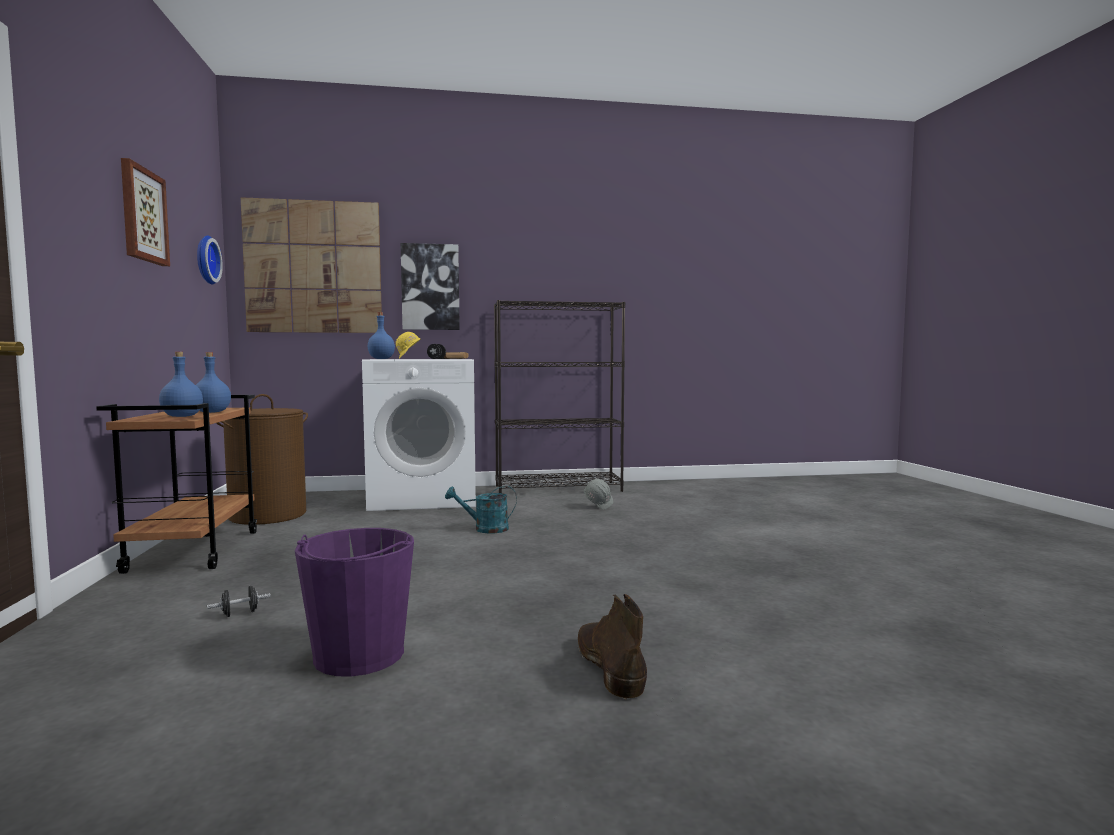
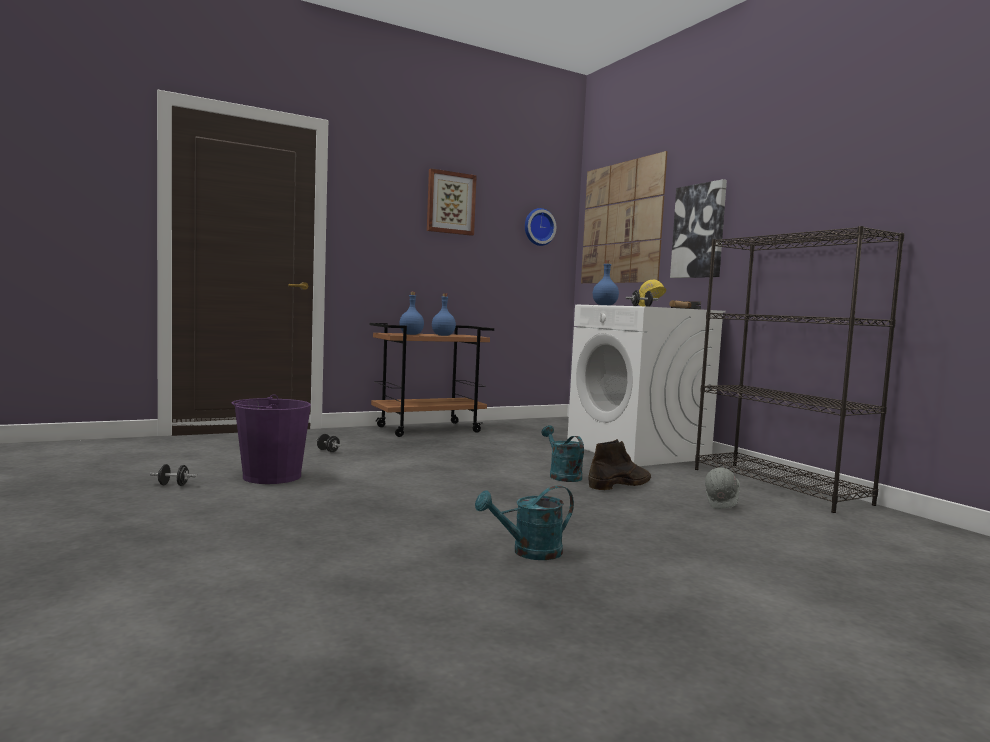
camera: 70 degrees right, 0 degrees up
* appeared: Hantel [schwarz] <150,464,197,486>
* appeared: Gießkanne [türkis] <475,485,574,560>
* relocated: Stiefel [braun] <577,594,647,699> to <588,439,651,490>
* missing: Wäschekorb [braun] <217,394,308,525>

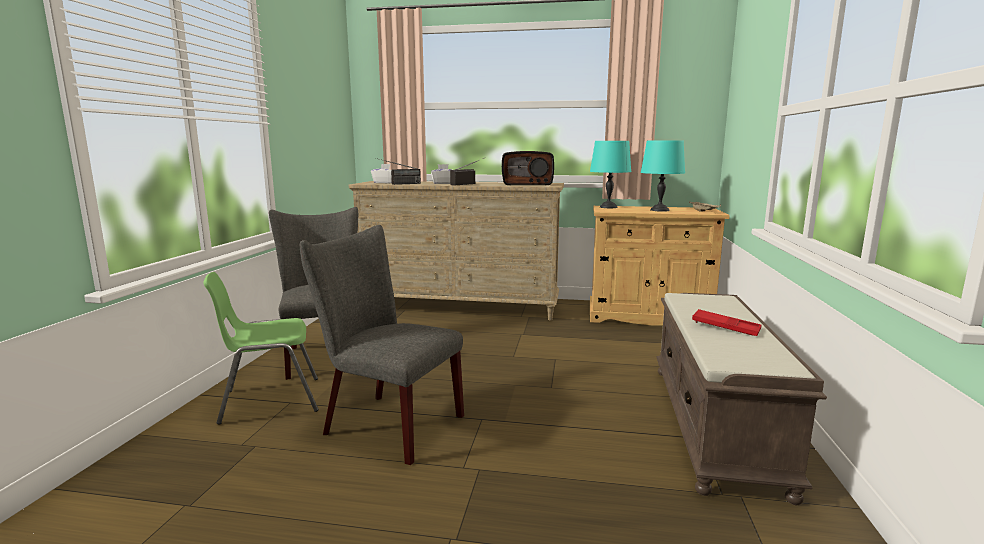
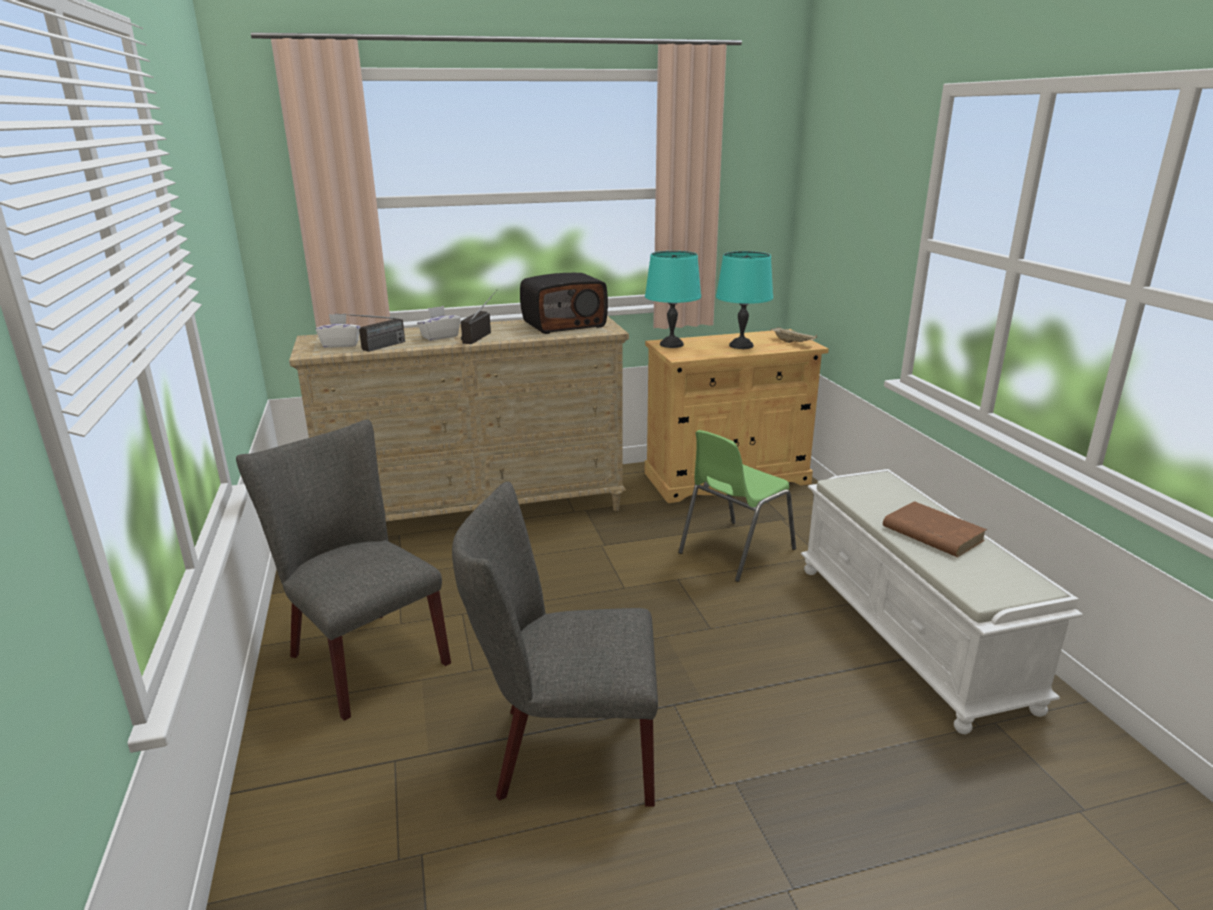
camera: 25 degrees left, 10 degrees up
* relocated: Stuhl [grün] <203,272,319,424> to <678,430,796,582>
* colour: Bank [braun] <656,293,827,505> to Bank [weiß] <801,469,1083,734>
* exchanged: Tablett [rot] <692,309,761,336> to Buch [braun] <883,501,987,557>

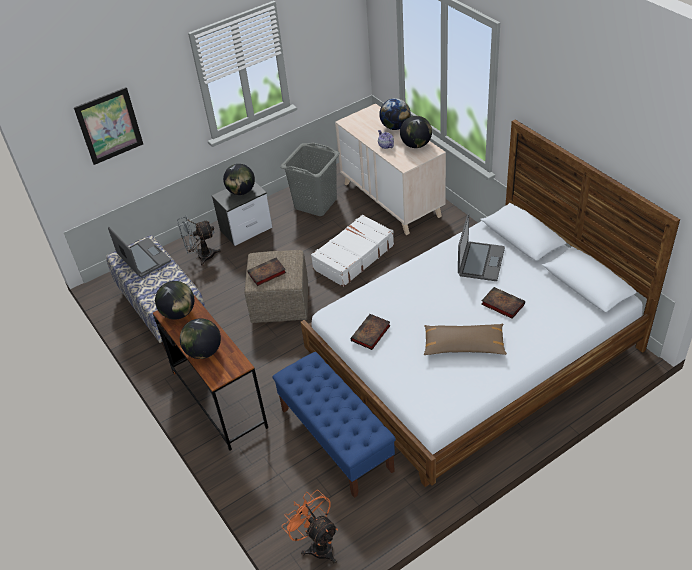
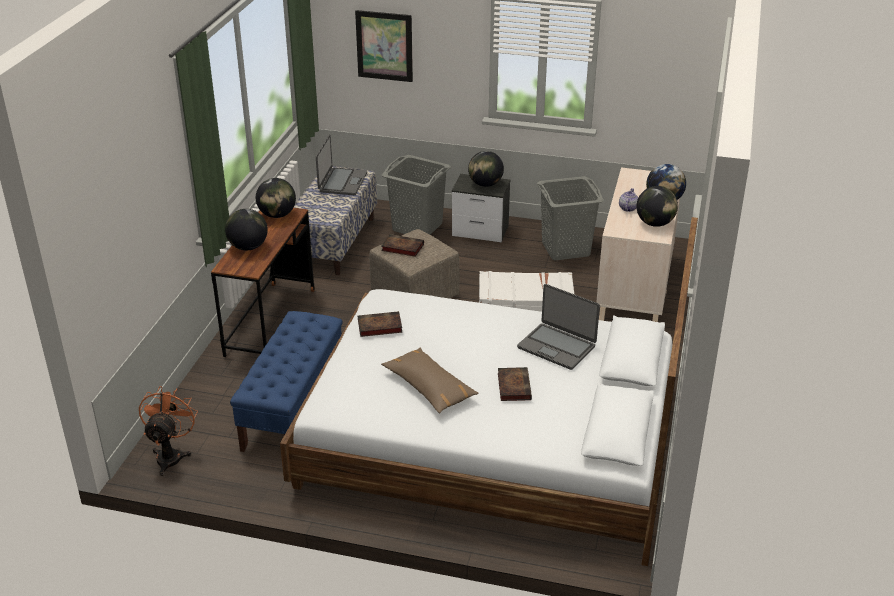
camera: 45 degrees right, 10 degrees down
* exchanged: Ventilator [grau] <177,216,221,266> to Wäschekorb [grau] <382,155,451,235>
* spun: Laptop <458,213,505,281> = <517,284,600,370> 60 degrees clockwise

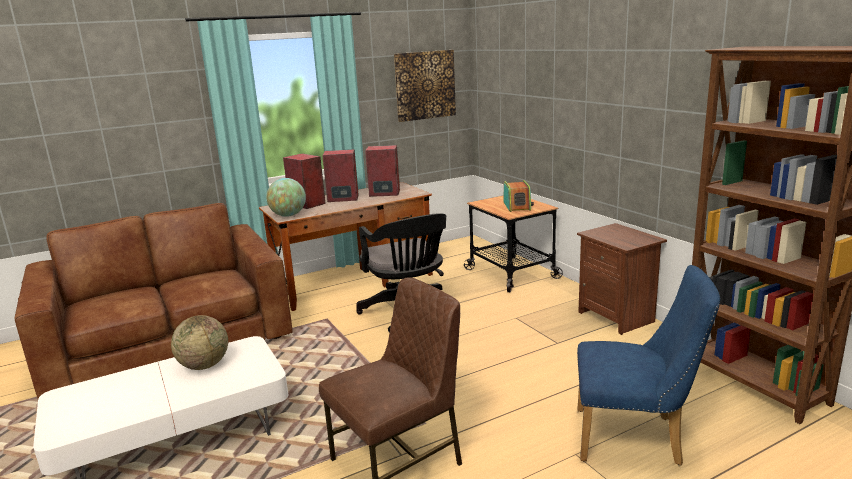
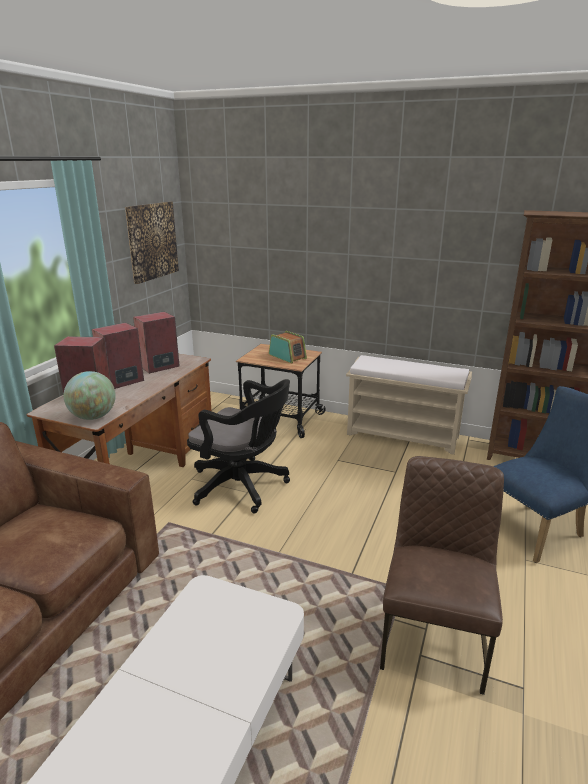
camera: 40 degrees left, 5 degrees up
* exchanged: Nachttisch [braun] <577,223,667,335> to Bank [beige] <346,355,472,455>
* missing: Globus <171,315,228,370>

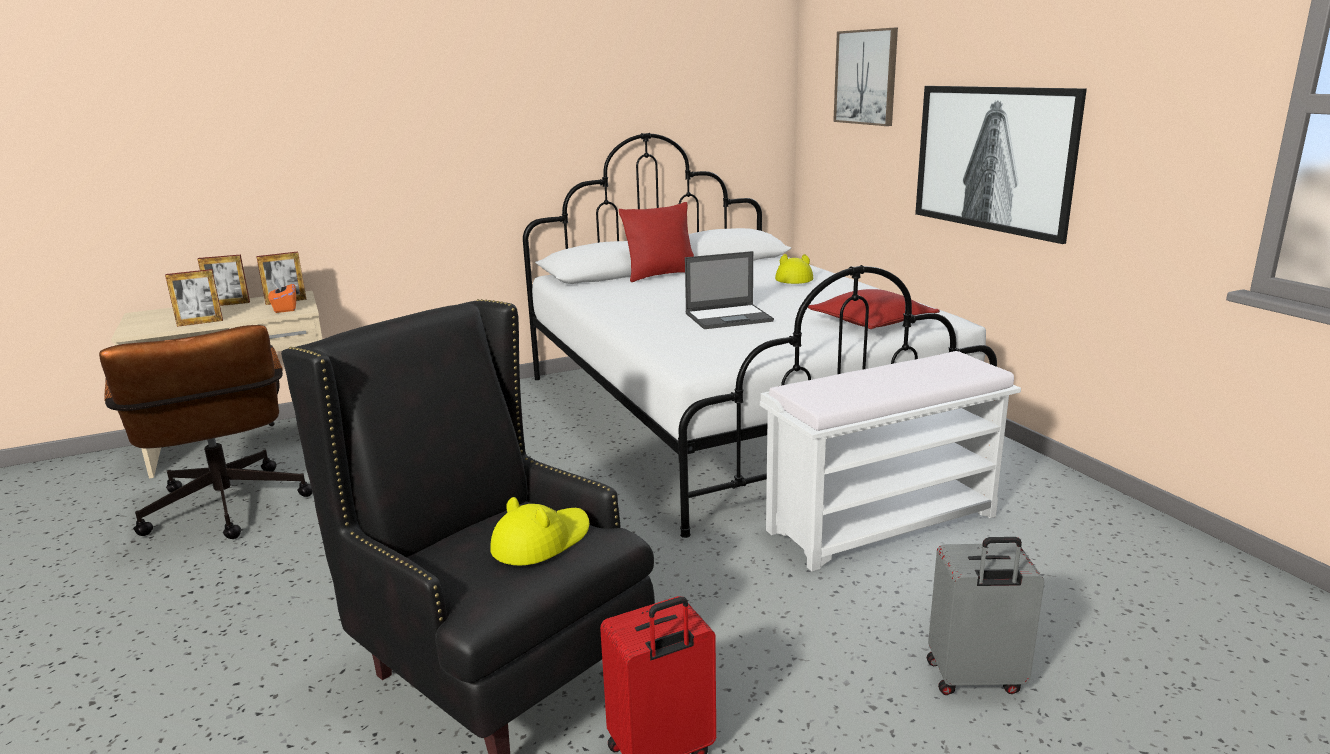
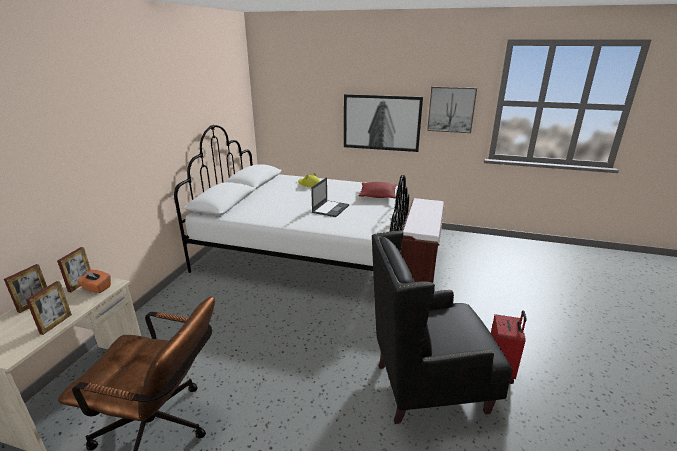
camera: 50 degrees left, 5 degrees up
* colour: Bank [weiß] <760,351,1021,572> to Bank [braun] <401,198,445,283>
* relocated: Bild <833,28,898,126> to <427,87,477,133>
* missing: Hut [gelb] <490,497,589,566>
* missing: Kissen [rot] <619,202,694,282>
* missing: Koffer [grau] <927,537,1044,695>

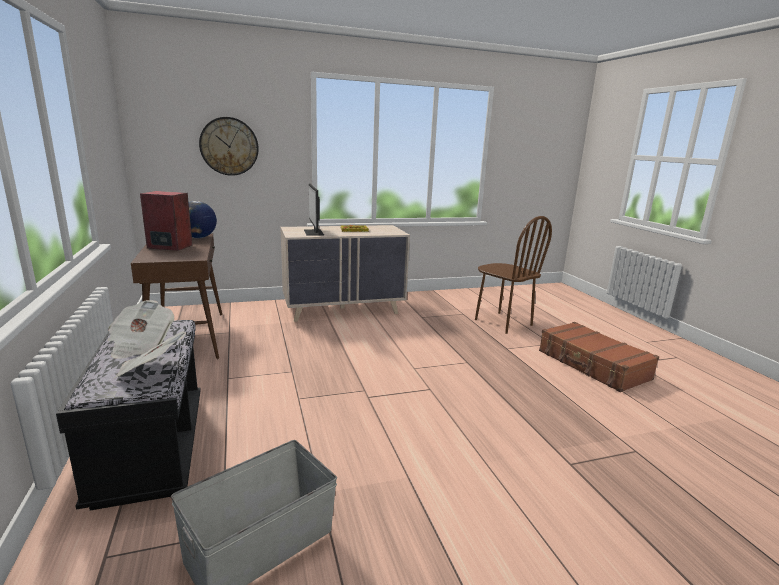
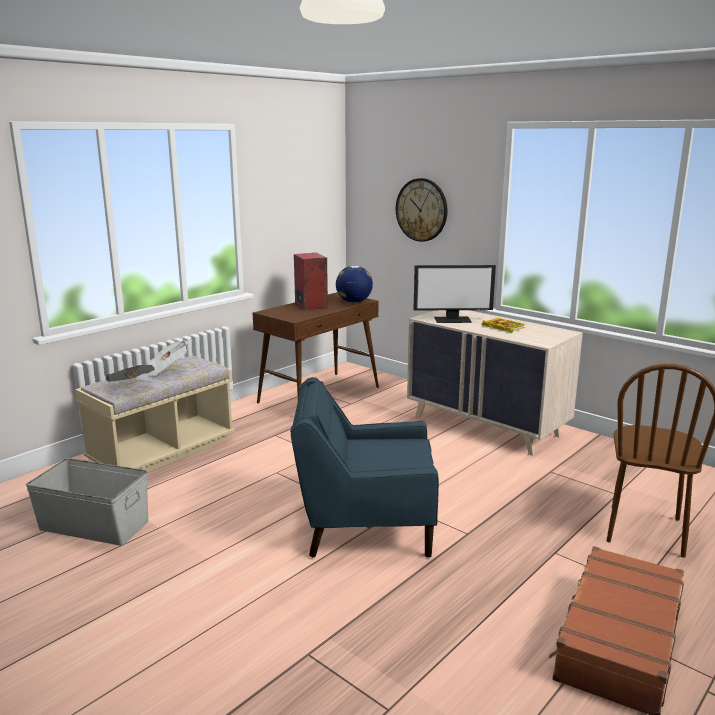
camera: 60 degrees right, 0 degrees up
* colour: Bank [schwarz] <56,320,201,511> to Bank [beige] <75,356,235,472>
* appeared: Sessel [blau] <290,377,439,558>
* spun: Monitor <304,184,324,236> = <413,265,496,323> 135 degrees counterclockwise

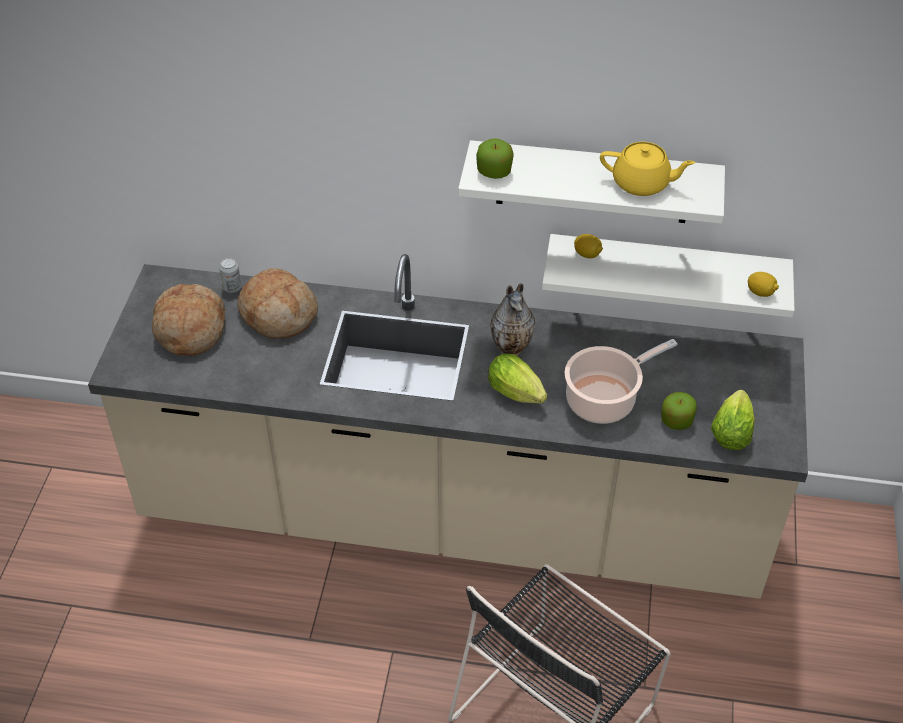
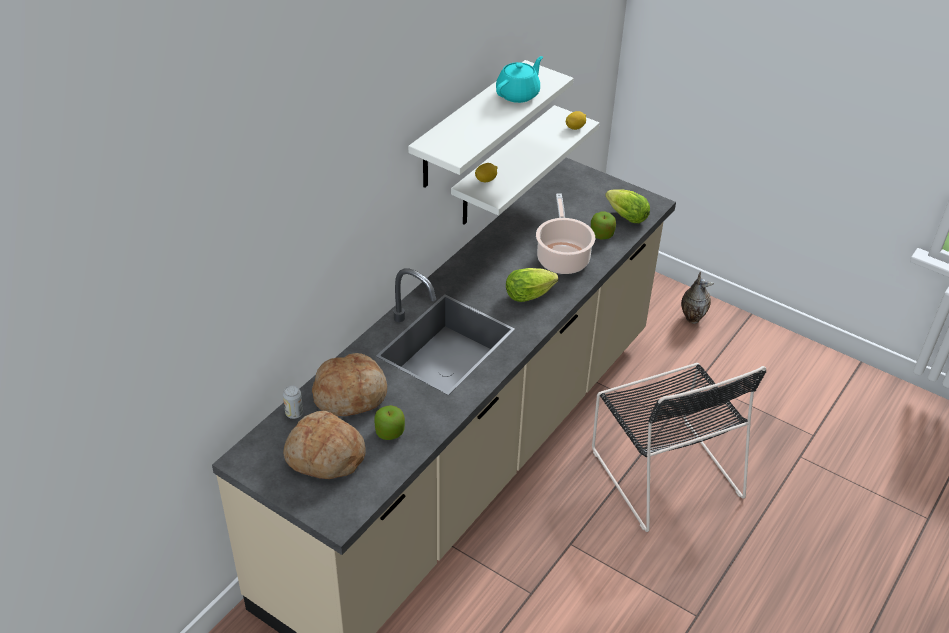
camera: 65 degrees left, 5 degrees down
* relocated: Apfel <476,138,514,179> to <374,405,405,440>
* colour: Teekanne [gelb] <600,142,695,196> to Teekanne [türkis] <496,56,543,103>
* relocated: Vase <490,283,535,356> to <681,272,714,324>

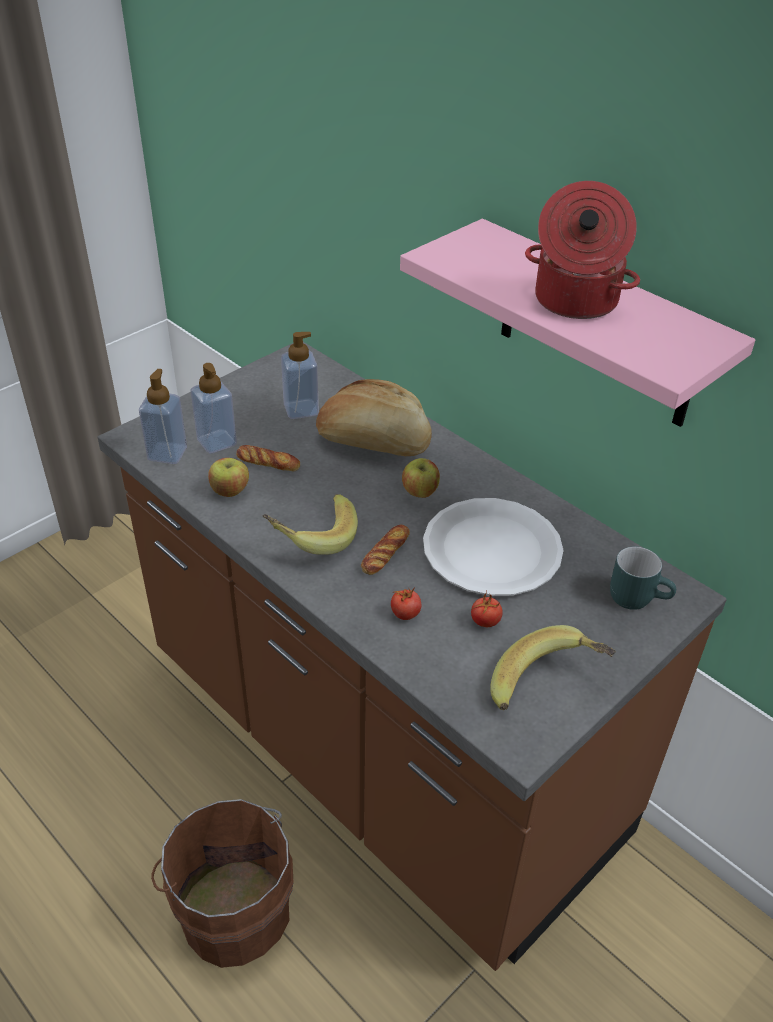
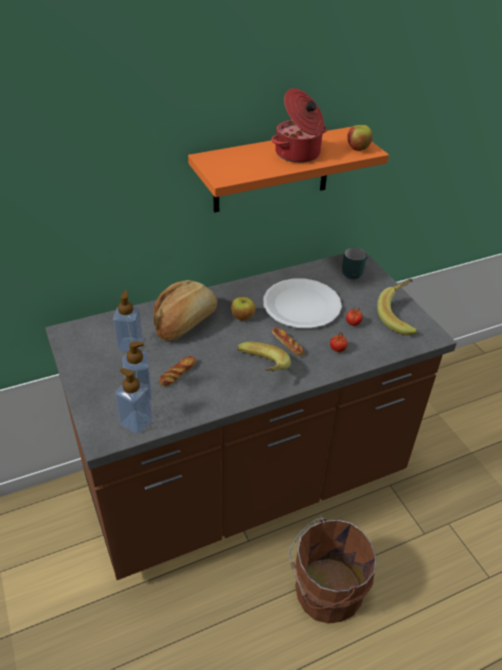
camera: 70 degrees left, 0 degrees up
* colour: Wandregal [rosa] <400,219,755,427> to Wandregal [orange] <188,127,389,213>
* relocated: Apfel <208,458,249,497> to <347,125,373,151>

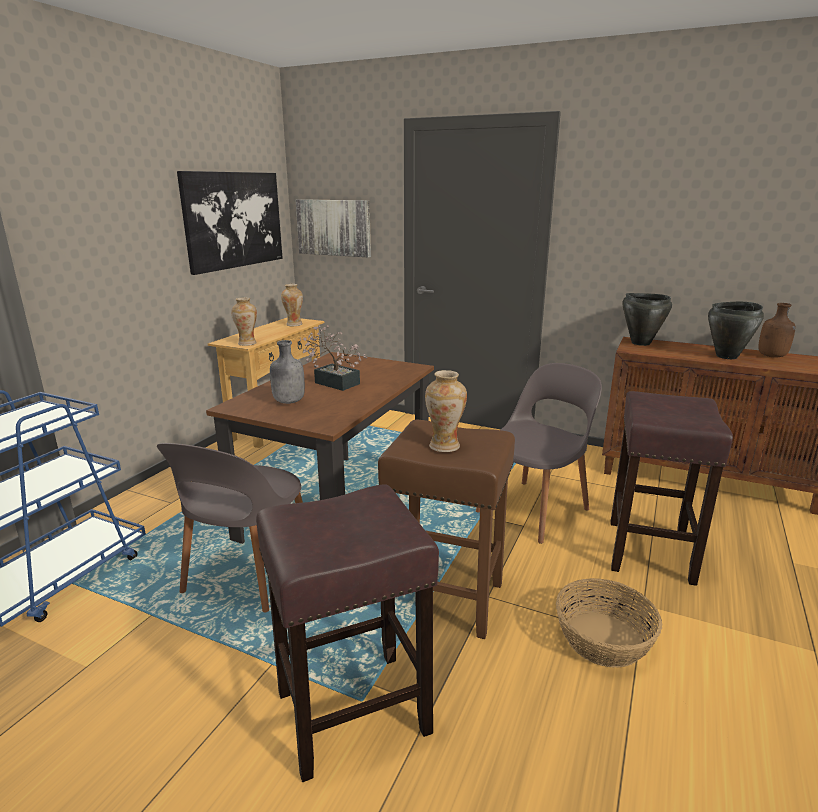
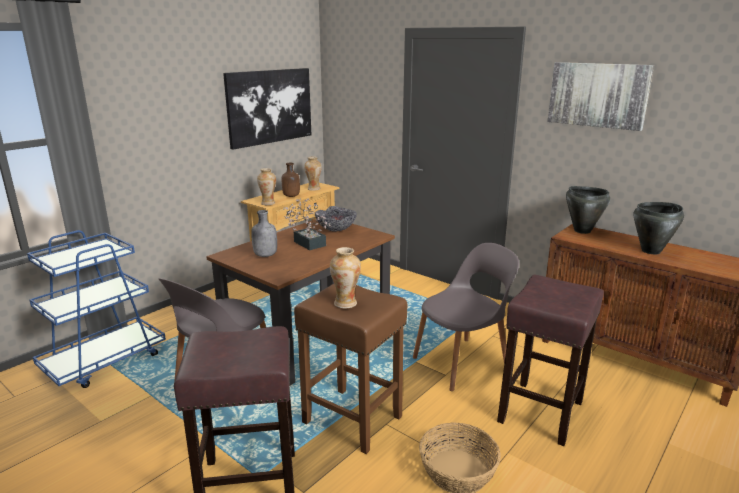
camera: 15 degrees right, 0 degrees up
* relocated: Flasche [braun] <758,303,795,358> to <282,163,300,197>
* appeared: Schüssel <315,206,357,232>
* relocated: Bild <296,199,371,257> to <547,62,654,131>

